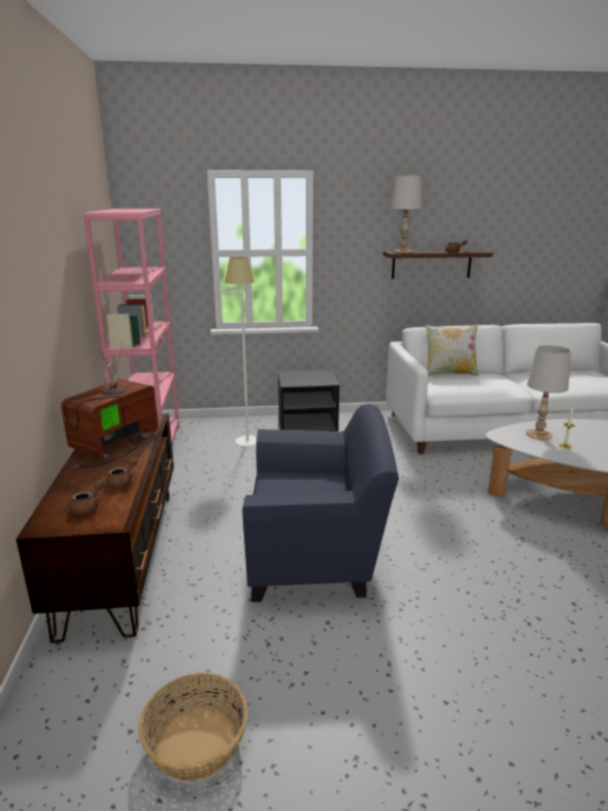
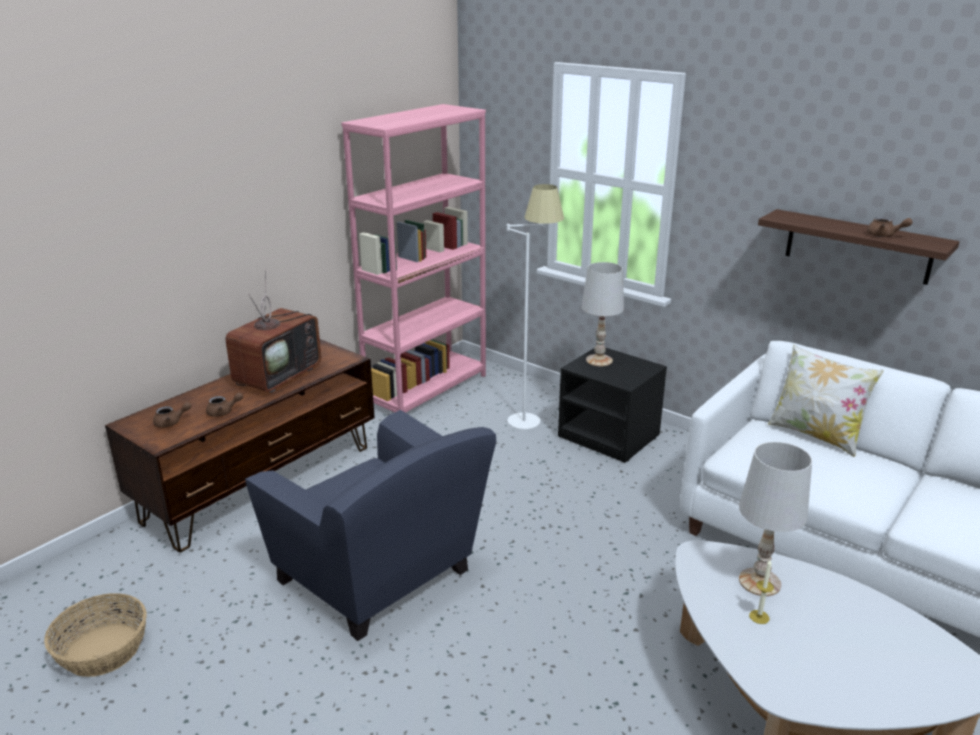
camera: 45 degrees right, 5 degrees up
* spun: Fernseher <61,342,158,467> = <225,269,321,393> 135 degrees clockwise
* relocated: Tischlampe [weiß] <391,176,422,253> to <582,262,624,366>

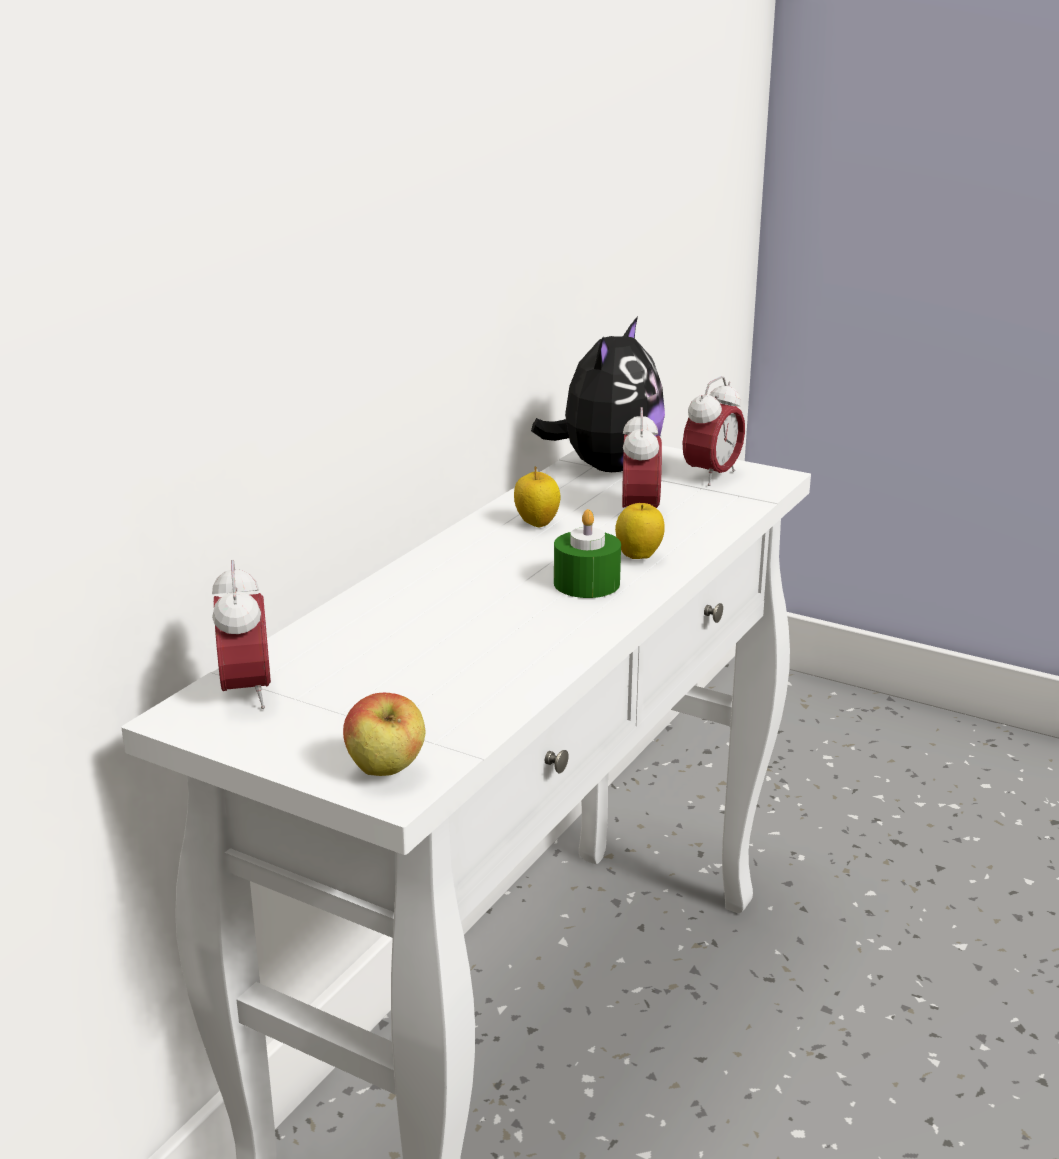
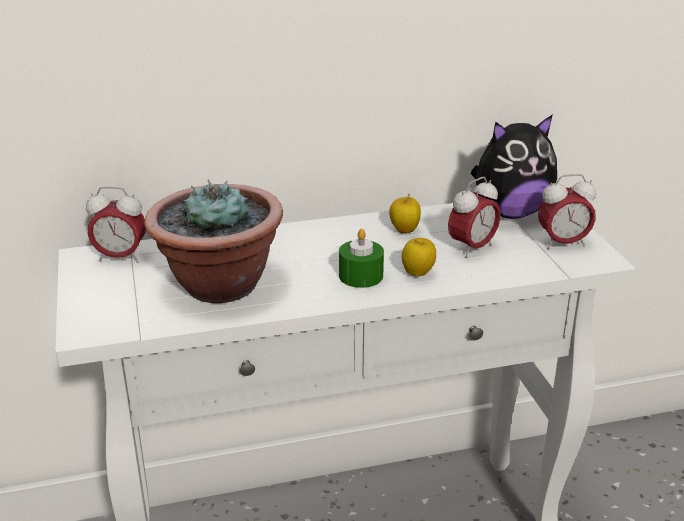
camera: 45 degrees right, 5 degrees up
* spun: Wecker <212,560,271,709> = <86,187,146,263> 60 degrees clockwise
* appeared: Topfpflanze <144,180,283,303>
* missing: Apfel <343,692,426,776>

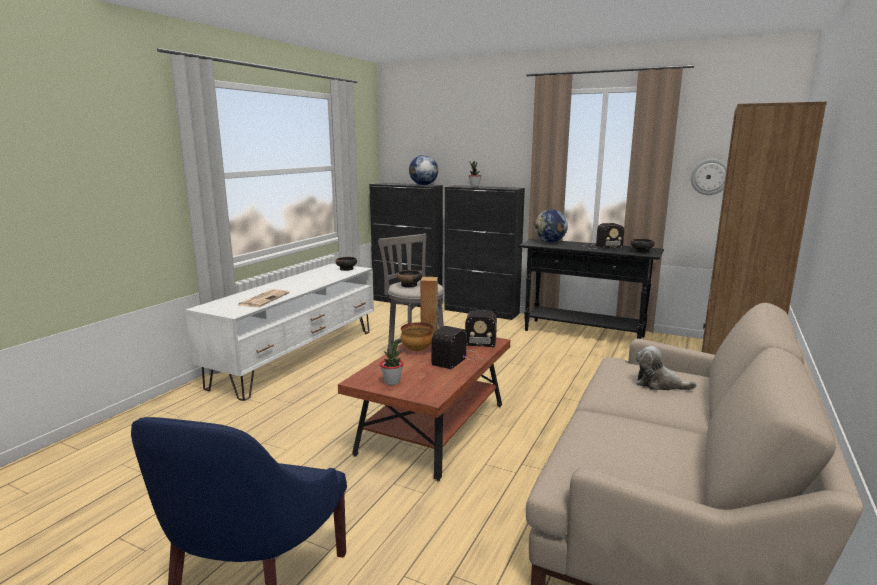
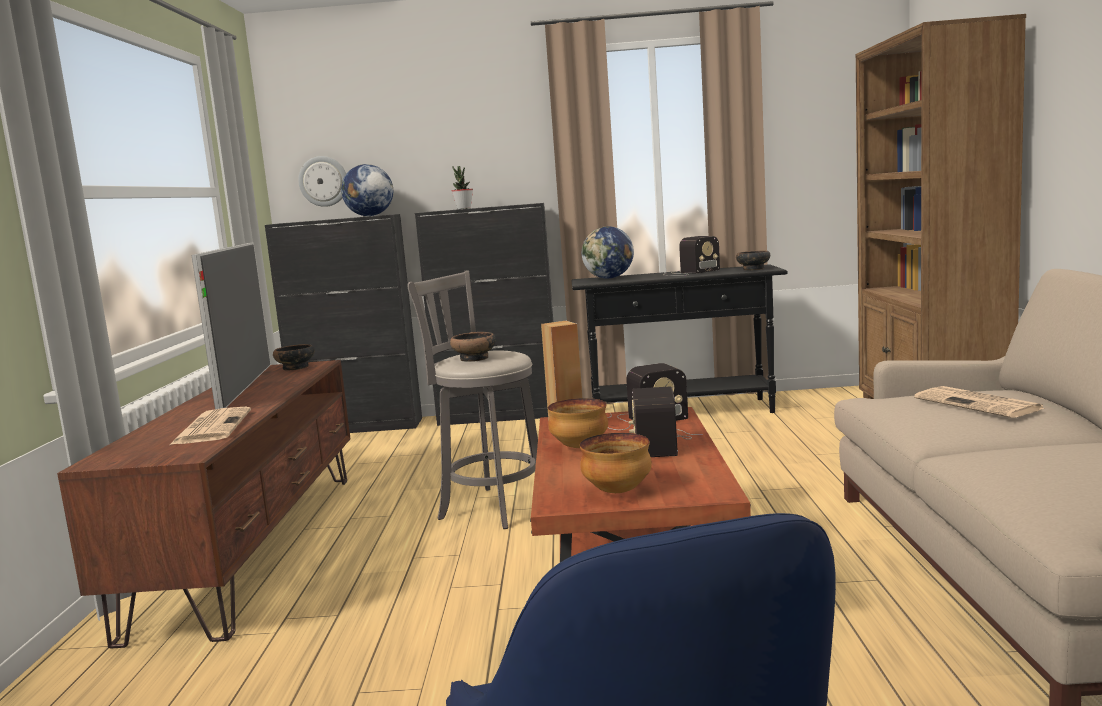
camera: 25 degrees left, 5 degrees down
* colour: Fernsehschrank [weiß] <185,264,374,401> to Fernsehschrank [braun] <57,360,351,648>
* appeared: Fernseher <191,242,271,409>
* relocated: Wanduhr <691,159,727,195> to <298,156,346,207>
* exchanged: Topfpflanze <380,339,404,385> to Schüssel <580,433,652,493>
* exchanged: Plüschtier <635,346,697,390> to Zeitung <914,386,1046,418>

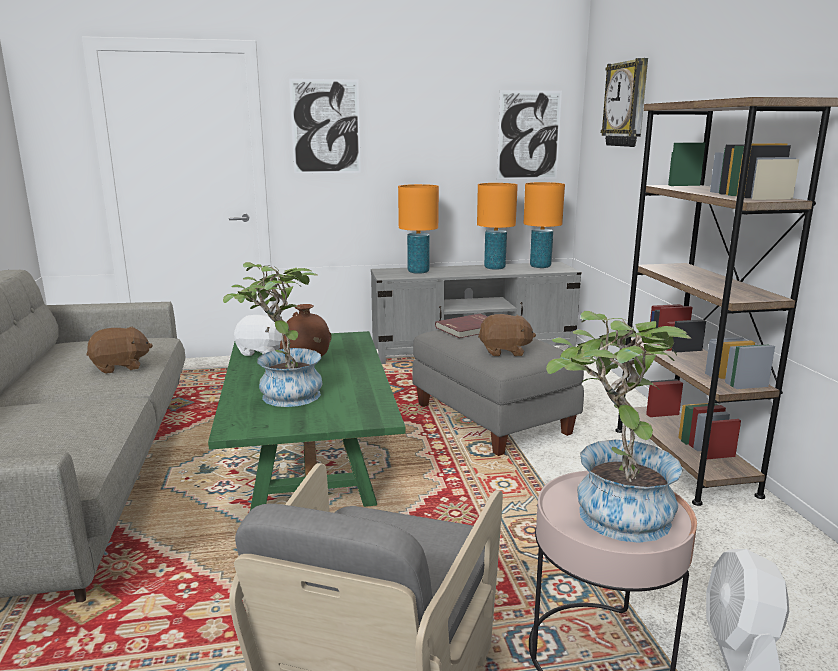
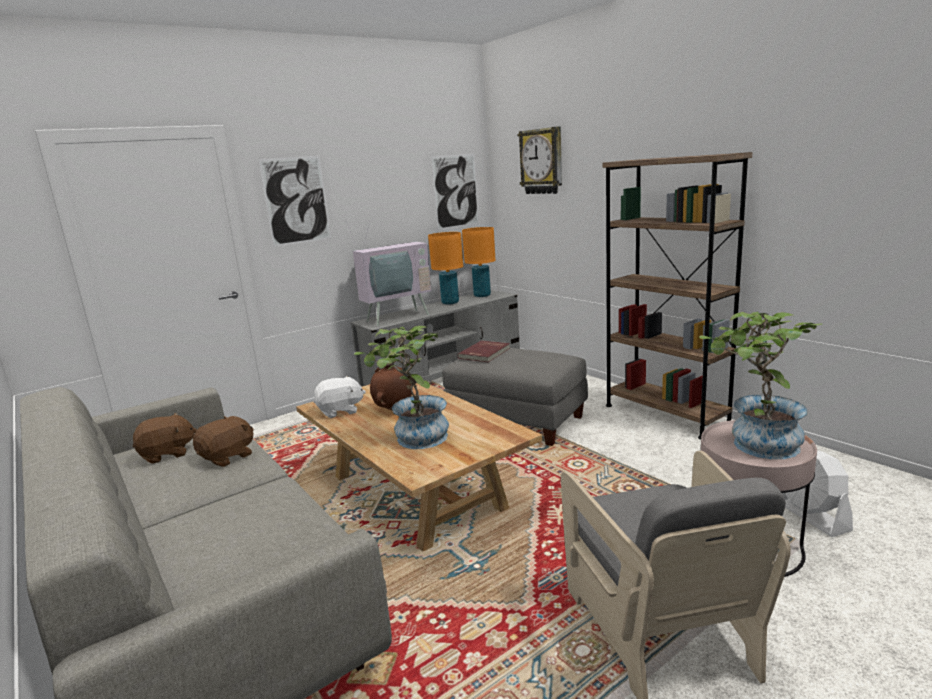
camera: 25 degrees left, 0 degrees up
* relocated: Plüschtier [braun] <478,314,536,356> to <133,413,197,464>
* colour: Couchtisch [grün] <208,331,406,511> to Couchtisch [beige] <296,383,542,552>
* exchanged: Tischlampe [orange] <398,184,439,274> to Fernseher <346,222,431,326>

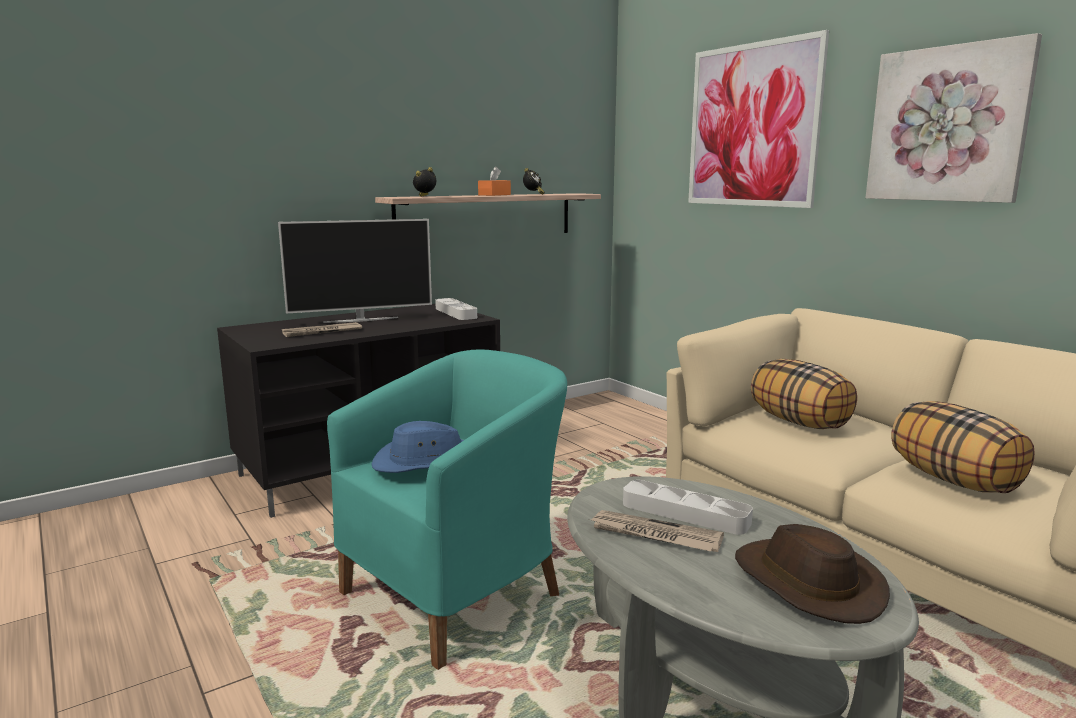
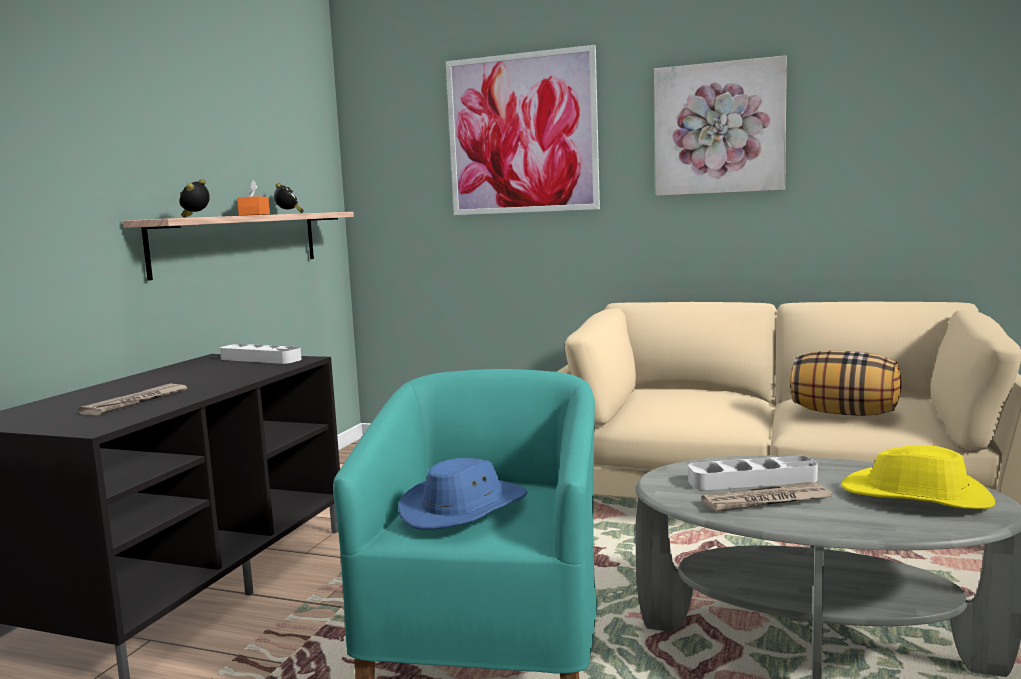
camera: 35 degrees left, 5 degrees down
* colour: Hut [braun] <735,524,890,624> to Hut [gelb] <841,445,996,509>
* missing: Fernseher <278,219,432,323>
* missing: Kissen <751,359,857,429>

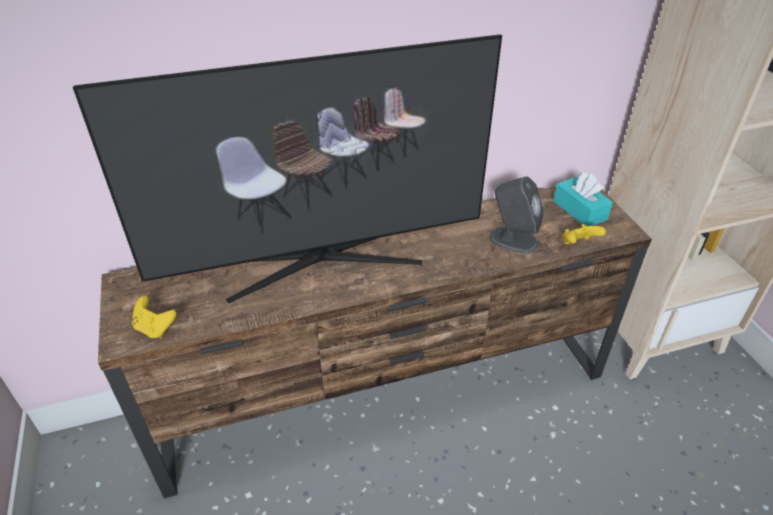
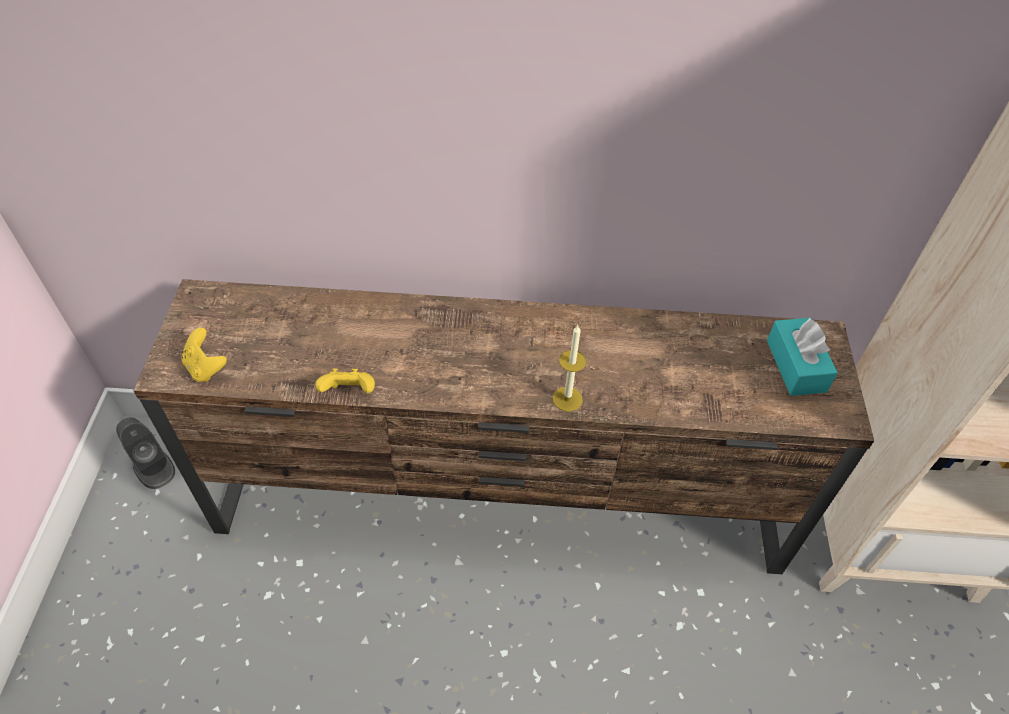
camera: 20 degrees right, 10 degrees up
* relocated: Lautsprecher [grau] <490,176,544,253> to <116,417,175,489>
* relocated: Gamepad [gelb] <562,224,606,244> to <315,369,375,393>
* appeared: Kerze <552,325,587,412>
* missing: Fernseher <73,34,502,303>

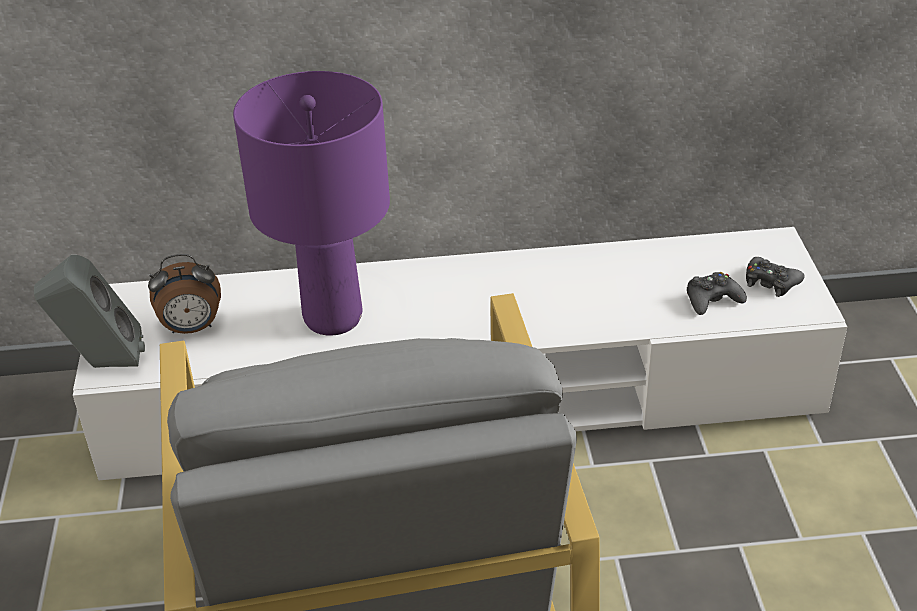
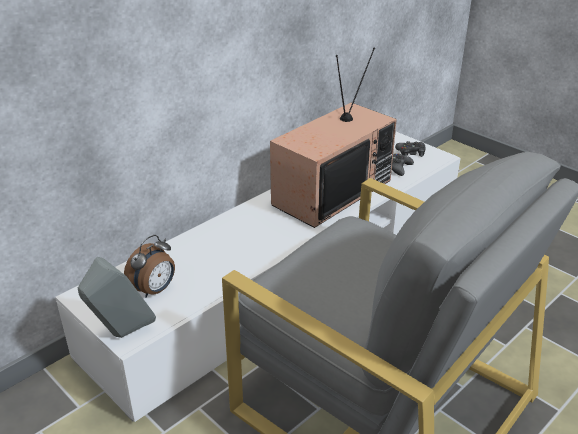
camera: 40 degrees left, 5 degrees down
* appeared: Fernseher <270,48,397,228>
* missing: Tischlampe [lila] <233,71,390,336>

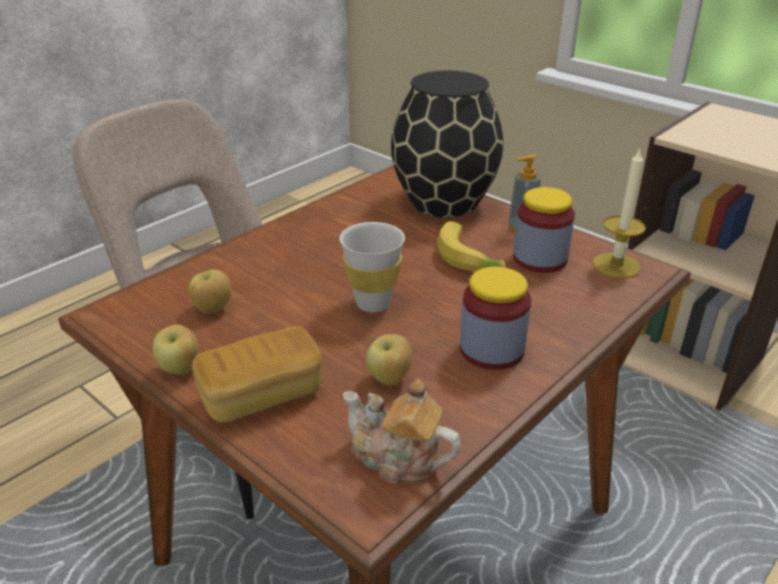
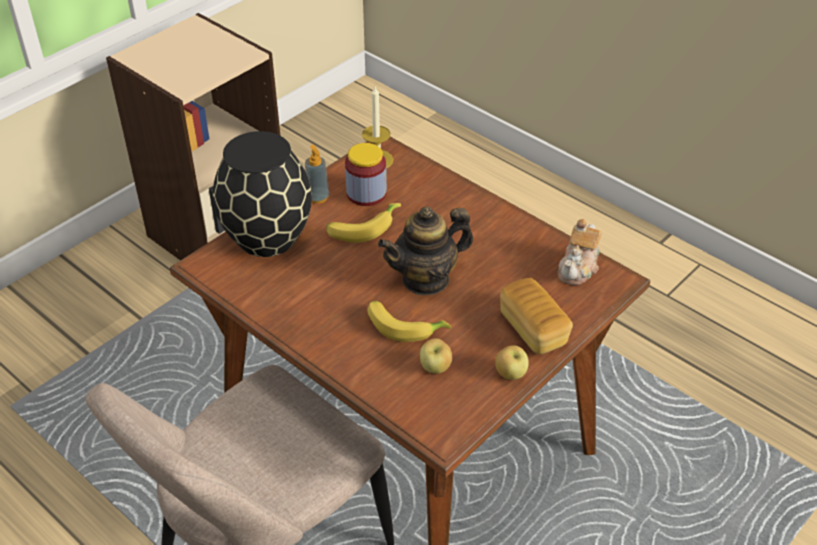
camera: 90 degrees left, 10 degrees up
* appeared: Banane <367,300,451,342>
* exchanged: Tasse [weiß] <340,222,405,313> to Teekanne <378,206,473,296>
* missing: Apfel <366,334,412,386>
* missing: Vorratsglas <460,267,531,370>

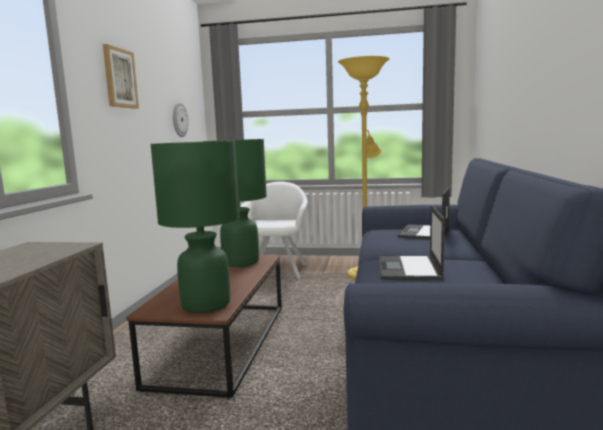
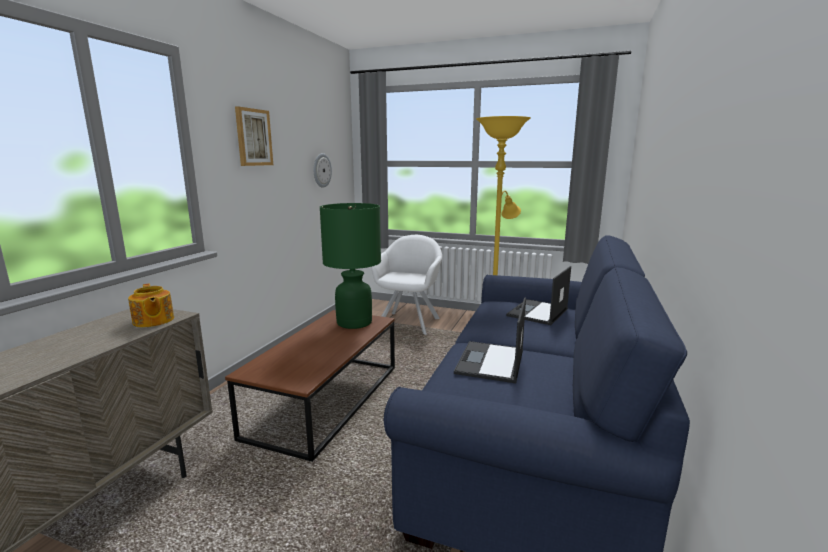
camera: 10 degrees right, 5 degrees up
* appeared: Teekanne <128,284,174,327>
* missing: Tischlampe [grün] <150,141,240,313>

